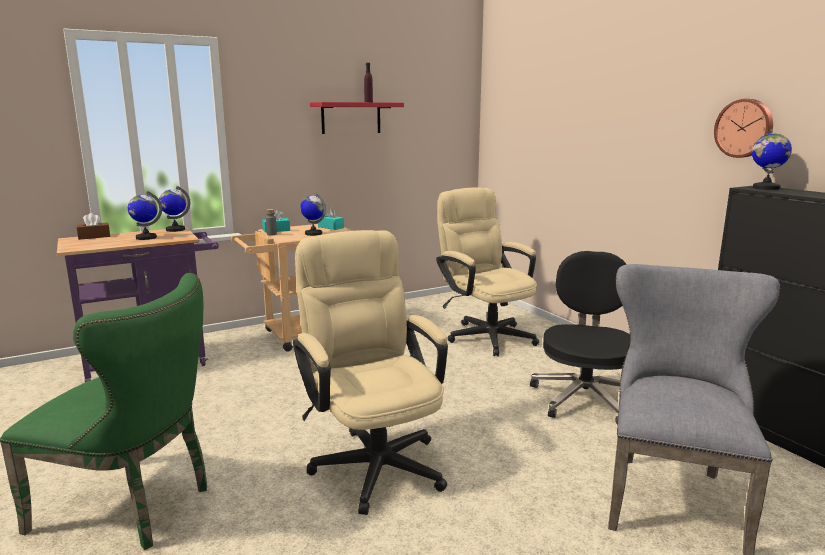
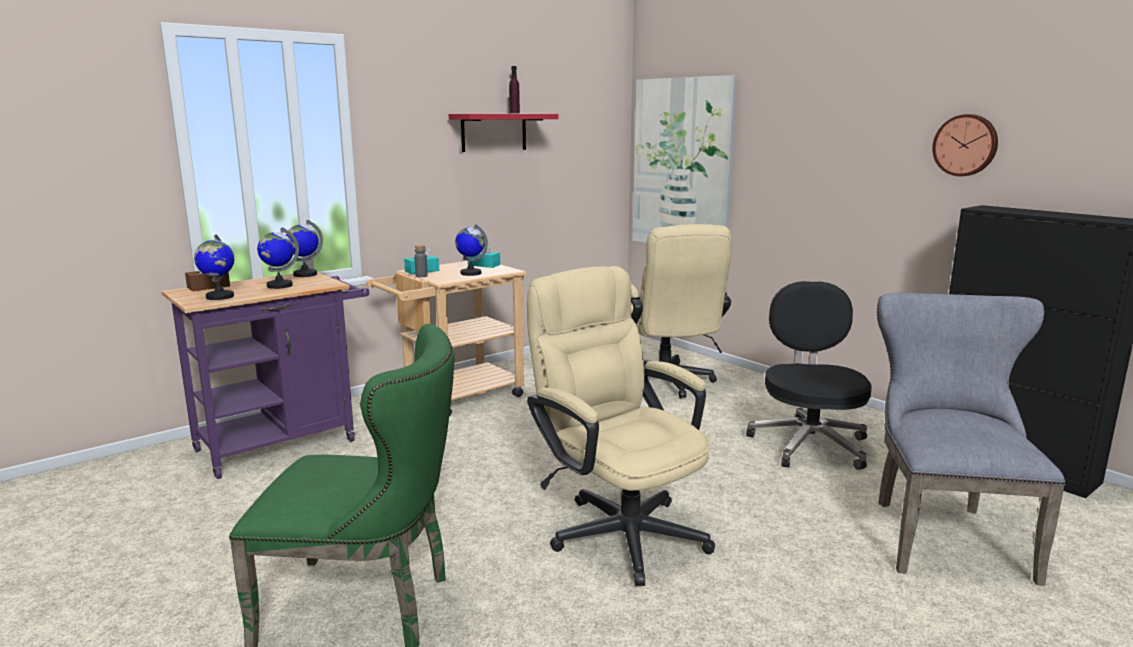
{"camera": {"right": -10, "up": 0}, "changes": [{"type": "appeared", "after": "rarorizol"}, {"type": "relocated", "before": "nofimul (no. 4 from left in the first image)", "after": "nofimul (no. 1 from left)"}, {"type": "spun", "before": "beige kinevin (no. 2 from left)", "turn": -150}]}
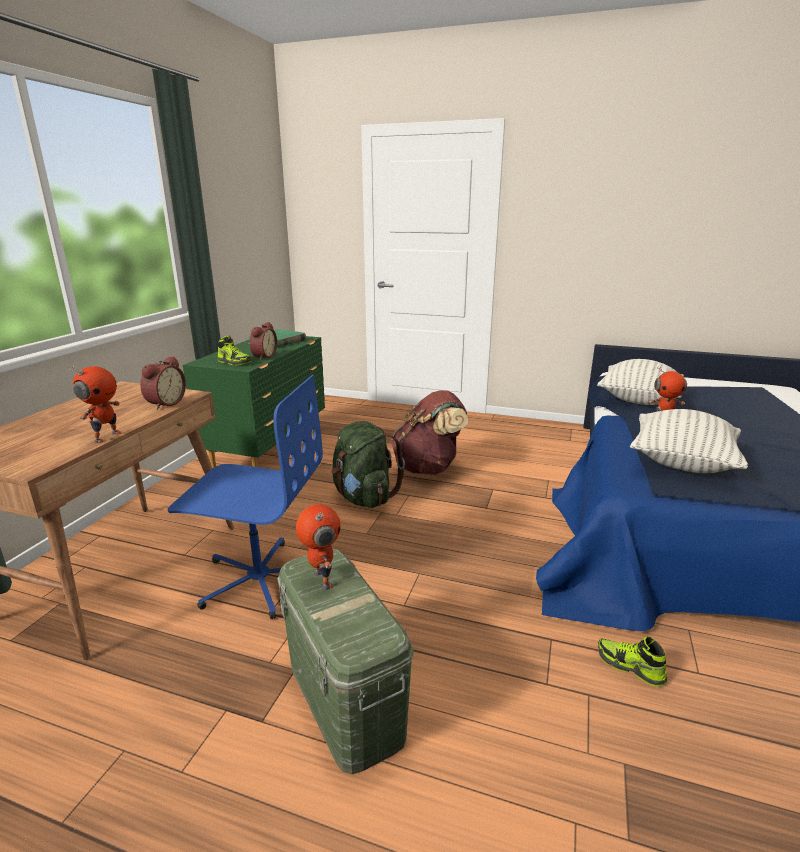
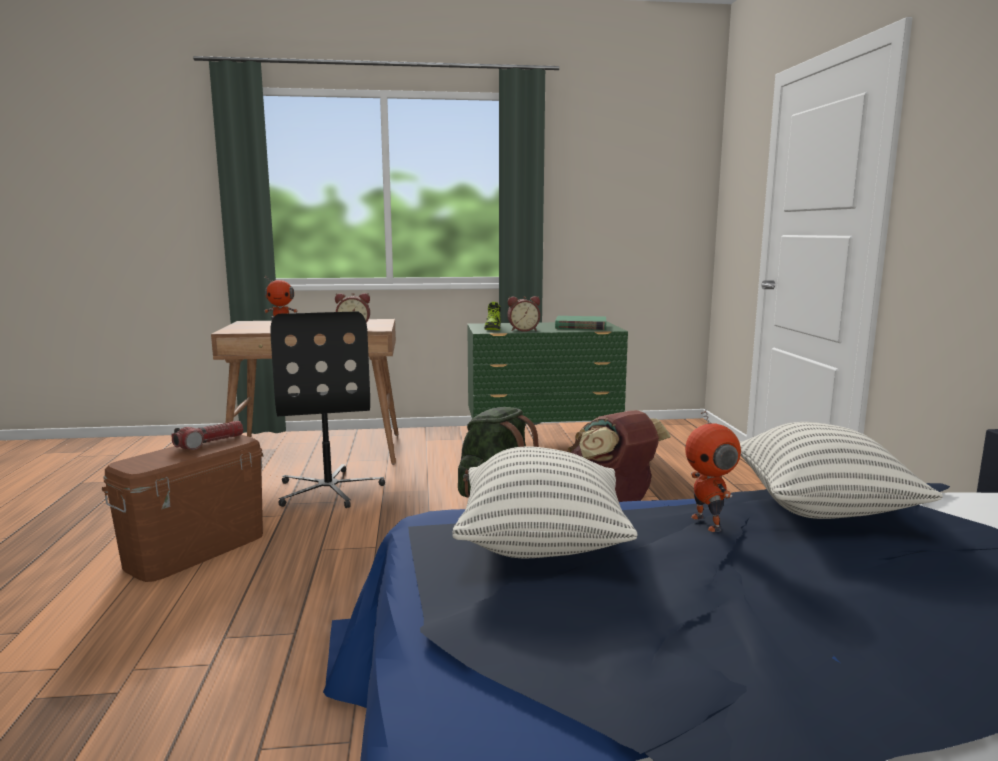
{"camera": {"right": 65, "up": -10}, "changes": [{"type": "missing", "before": "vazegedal (no. 2 from left)"}, {"type": "exchanged", "before": "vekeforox (no. 2 from left)", "after": "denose"}, {"type": "colour", "before": "blue kinevin", "after": "black kinevin"}, {"type": "colour", "before": "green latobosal", "after": "brown latobosal"}]}
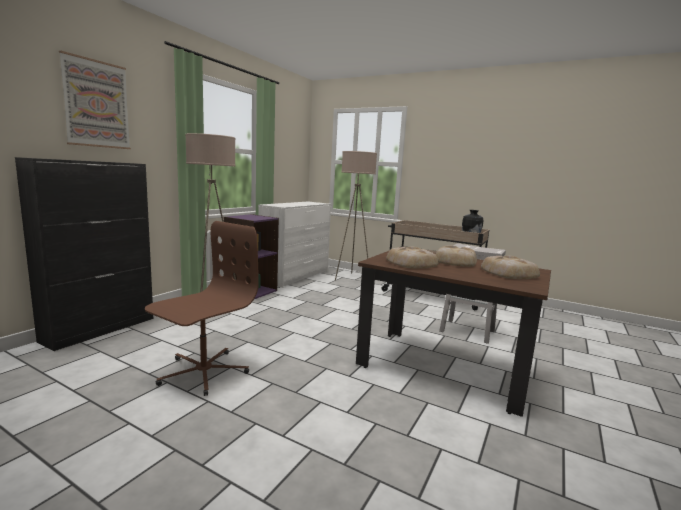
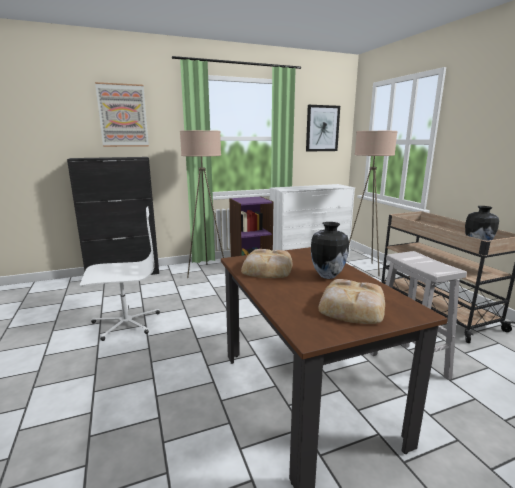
{"camera": {"right": 40, "up": 5}, "changes": [{"type": "appeared", "after": "rarorizol (no. 2 from left)"}, {"type": "exchanged", "before": "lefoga (no. 2 from left)", "after": "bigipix (no. 1 from left)"}, {"type": "colour", "before": "brown kinevin", "after": "white kinevin"}]}
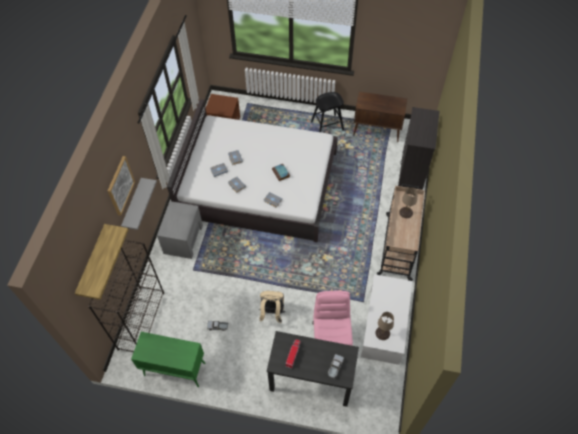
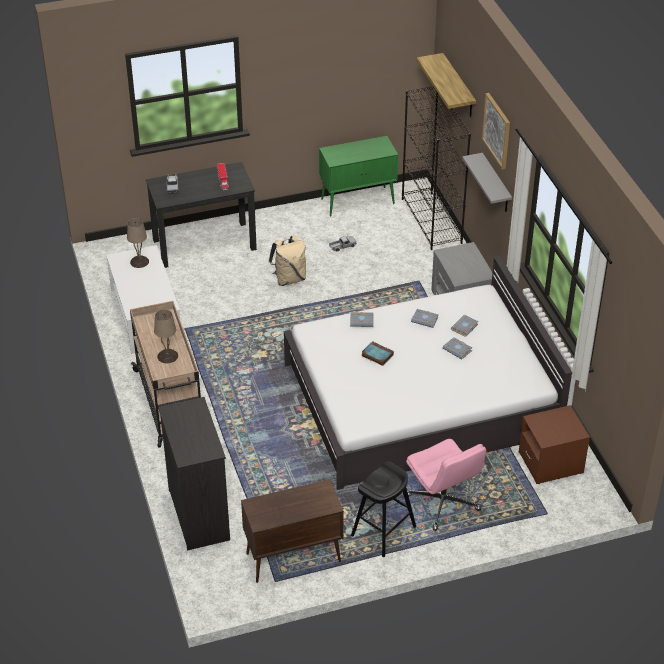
{"camera": {"right": 150, "up": -15}, "changes": [{"type": "relocated", "before": "pink kinevin"}]}
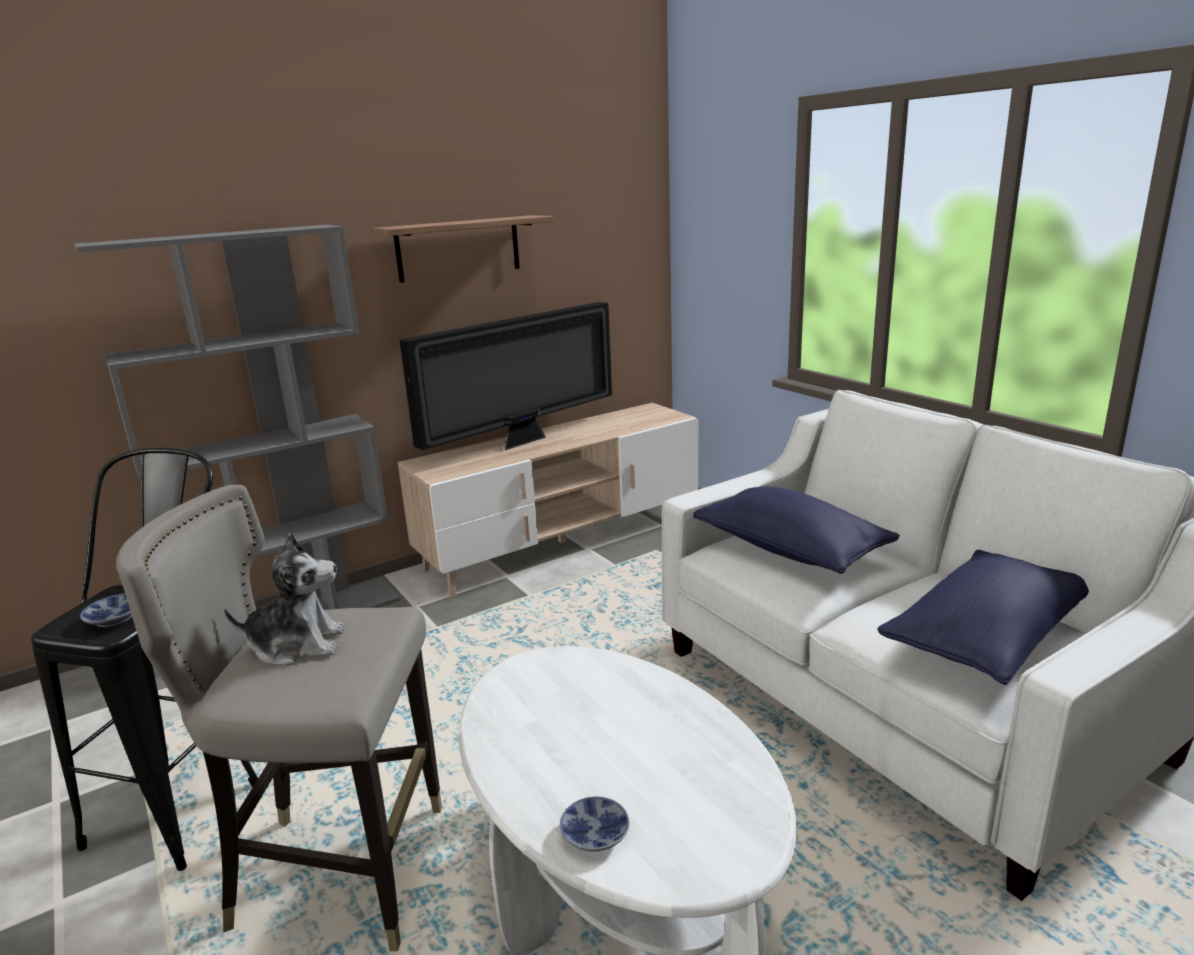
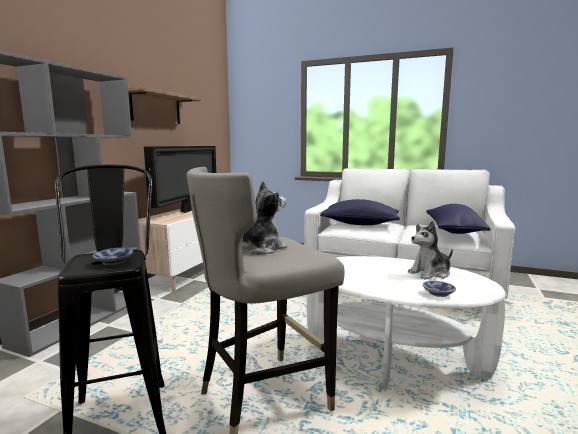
{"camera": {"right": -35, "up": -10}, "changes": [{"type": "appeared", "after": "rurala (no. 2 from left)"}]}
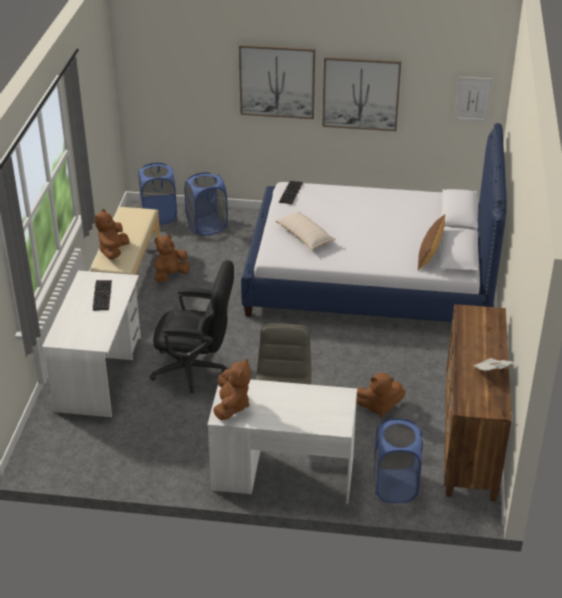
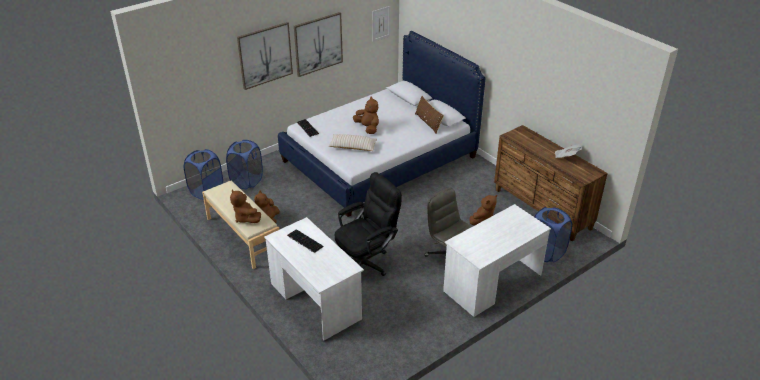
{"camera": {"right": -45, "up": 0}, "changes": [{"type": "relocated", "before": "brown rurala (no. 3 from left)"}]}
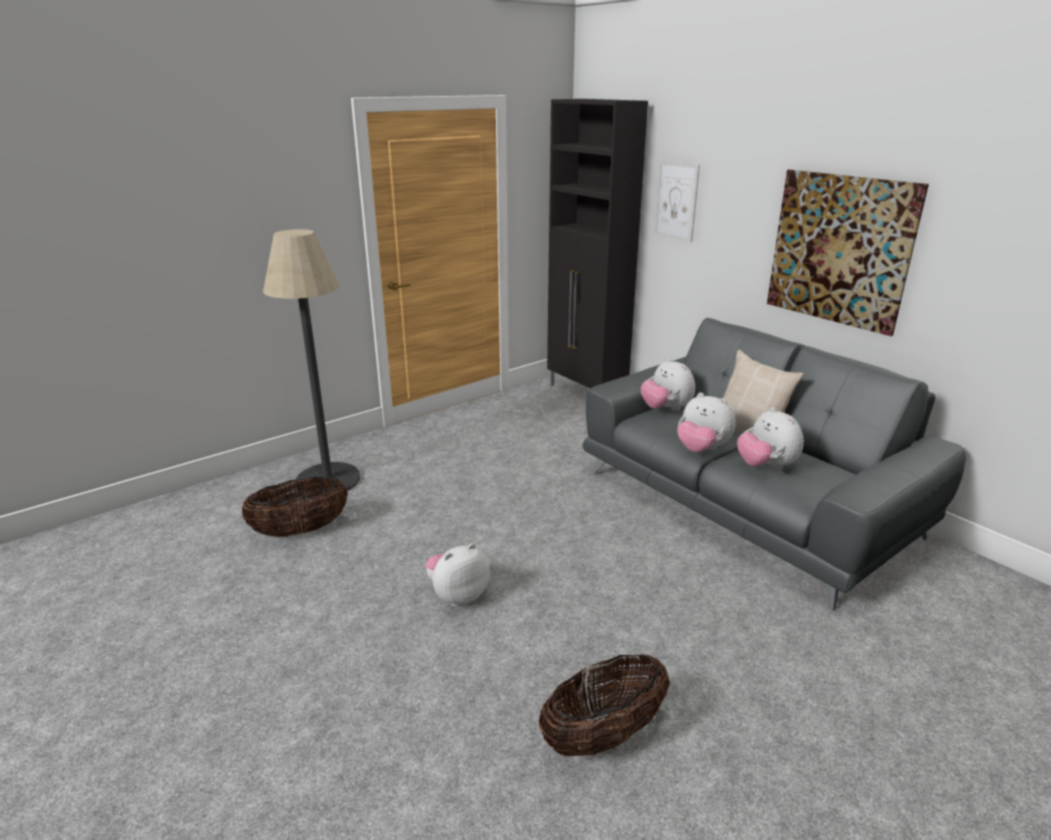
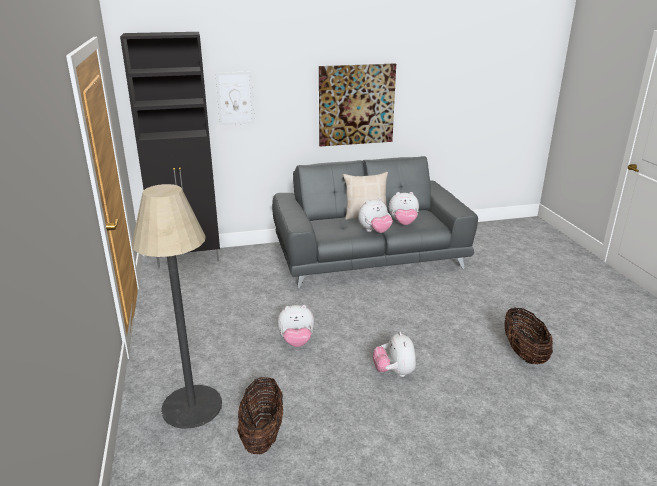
{"camera": {"right": -65, "up": 0}, "changes": [{"type": "relocated", "before": "rurala (no. 2 from left in the first image)", "after": "rurala (no. 1 from left)"}]}
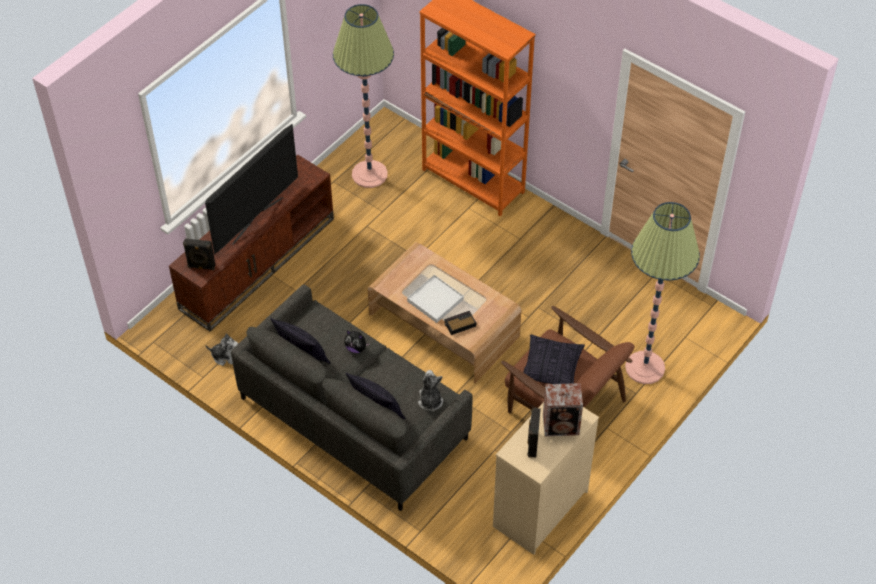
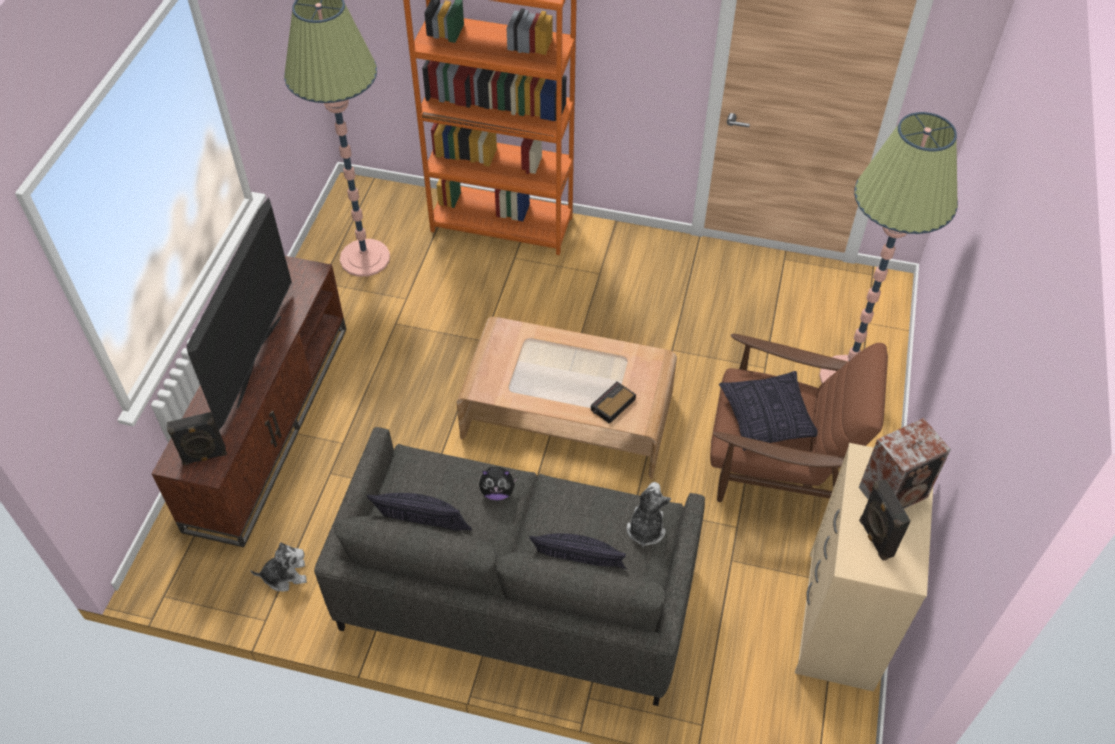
{"camera": {"right": -25, "up": 0}, "changes": [{"type": "missing", "before": "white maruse"}, {"type": "spun", "before": "rurala (no. 3 from left)", "turn": 45}]}
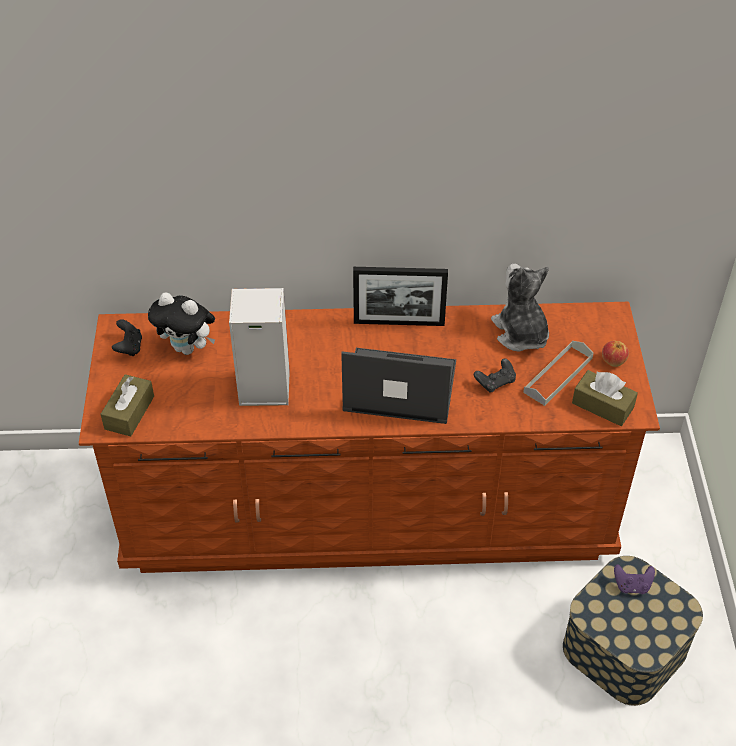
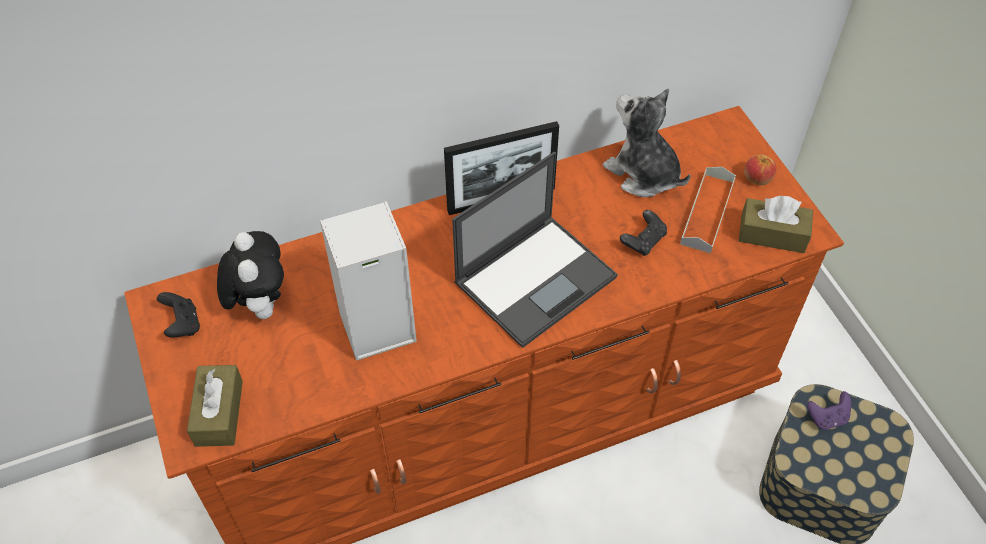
{"camera": {"right": -20, "up": 5}, "changes": [{"type": "spun", "before": "rurala (no. 1 from left)", "turn": -105}, {"type": "spun", "before": "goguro", "turn": 150}]}
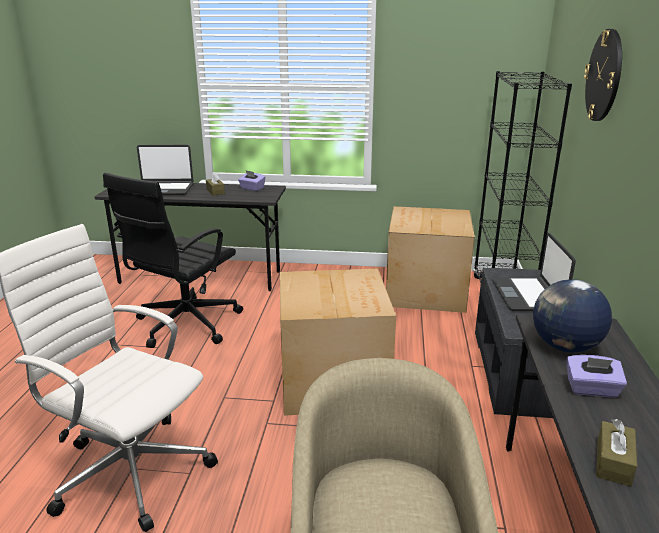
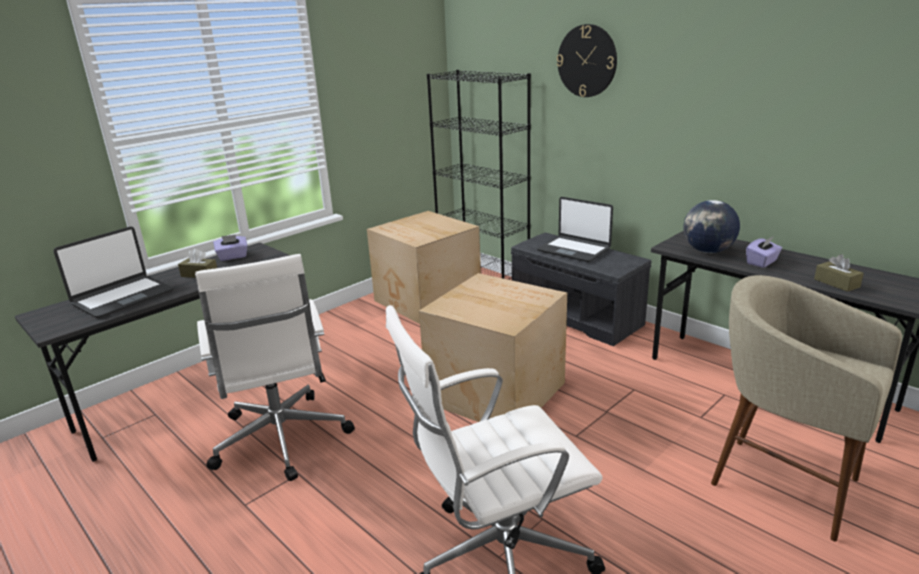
{"camera": {"right": -50, "up": 0}, "changes": [{"type": "colour", "before": "black kinevin", "after": "white kinevin (no. 1 from left)"}]}
